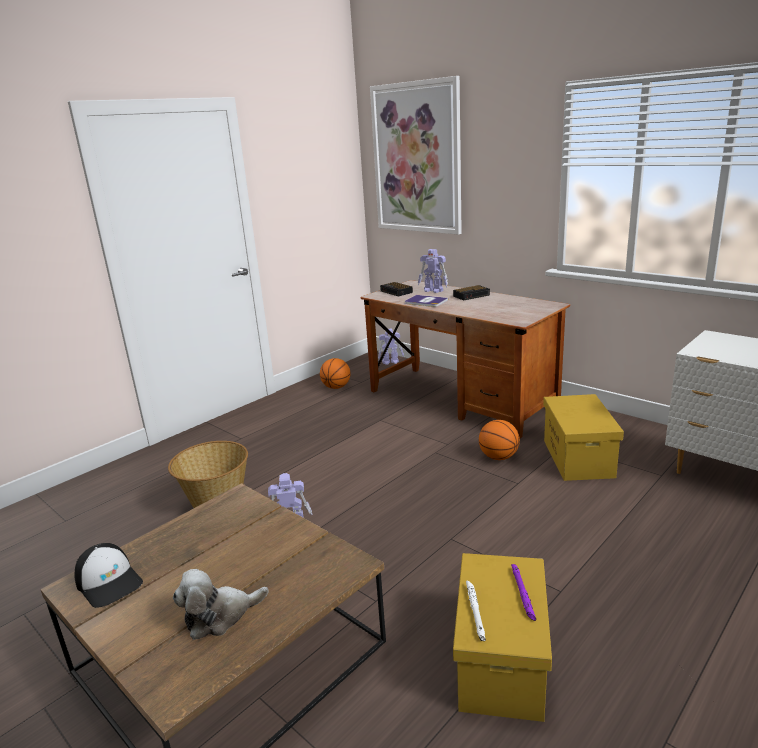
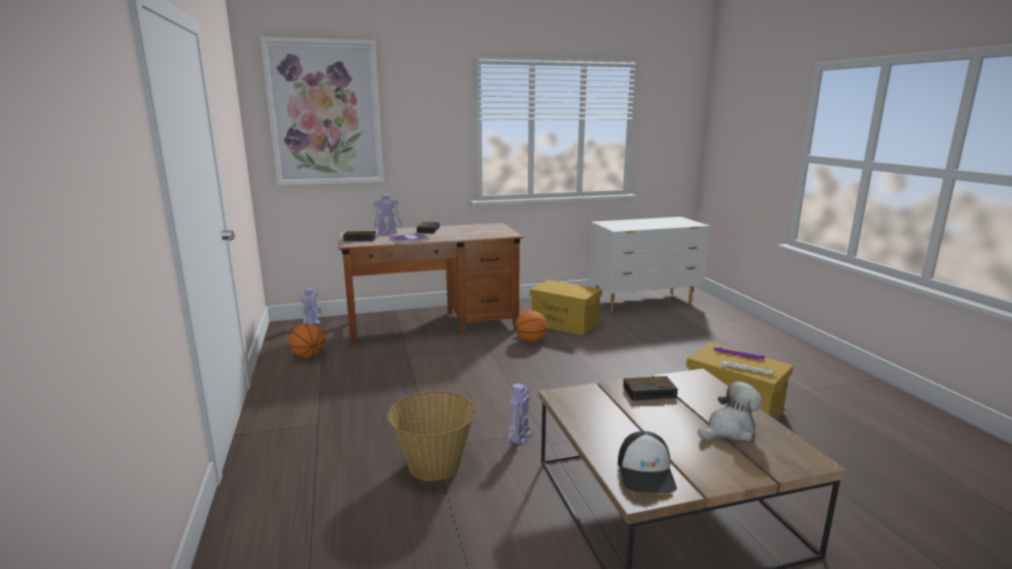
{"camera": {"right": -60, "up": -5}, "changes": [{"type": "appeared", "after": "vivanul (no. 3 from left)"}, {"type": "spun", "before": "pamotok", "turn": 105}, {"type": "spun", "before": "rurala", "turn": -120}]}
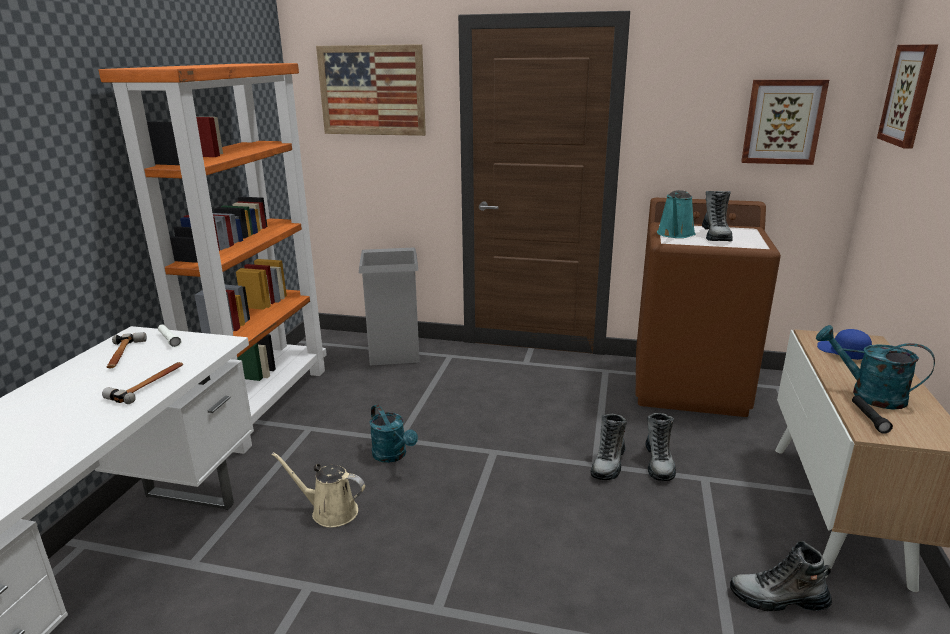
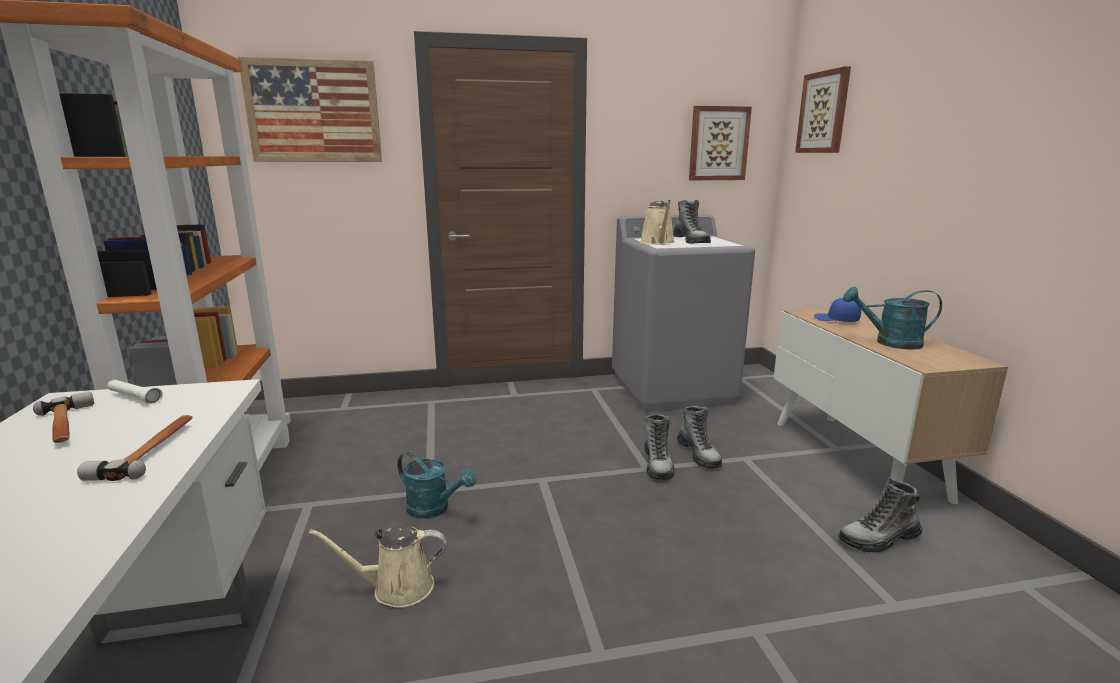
{"camera": {"right": -25, "up": -5}, "changes": [{"type": "missing", "before": "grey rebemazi"}, {"type": "missing", "before": "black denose"}, {"type": "colour", "before": "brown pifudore", "after": "grey pifudore"}, {"type": "colour", "before": "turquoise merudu (no. 2 from left)", "after": "beige merudu (no. 2 from left)"}]}
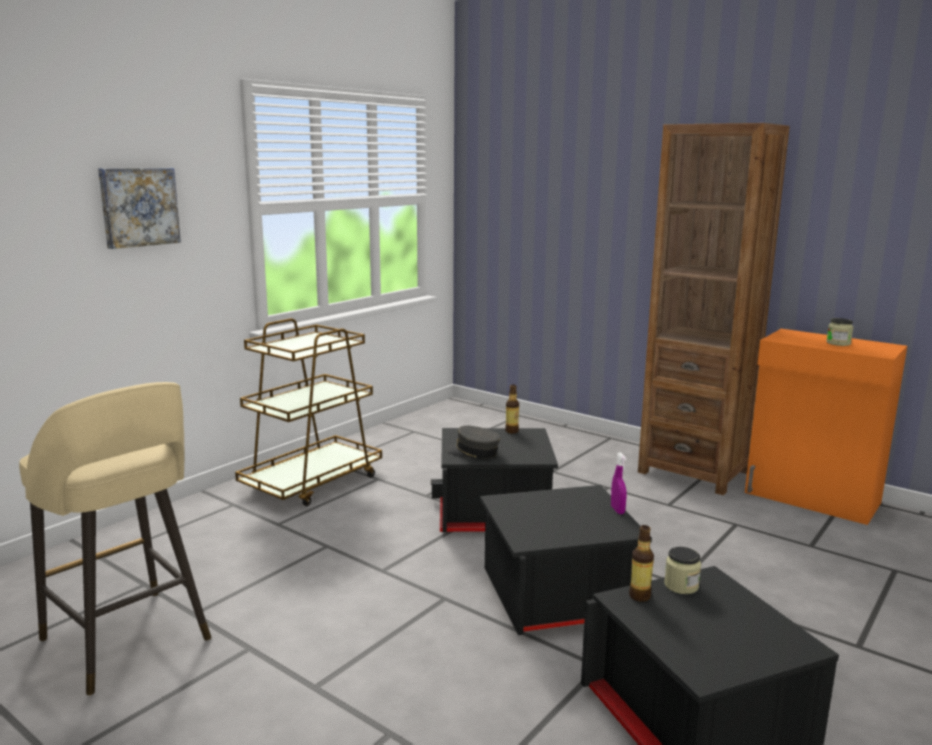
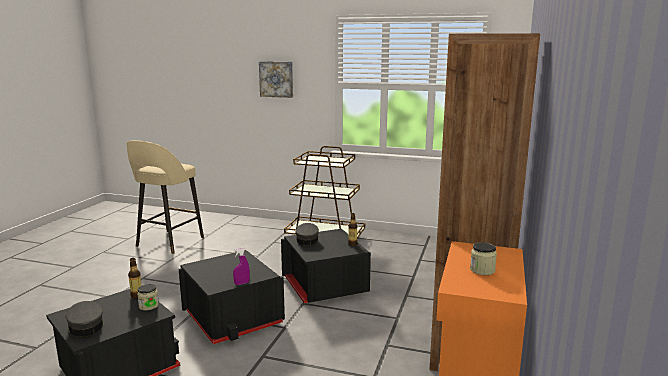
{"camera": {"right": 70, "up": 0}, "changes": [{"type": "appeared", "after": "grey pamotok (no. 1 from left)"}]}
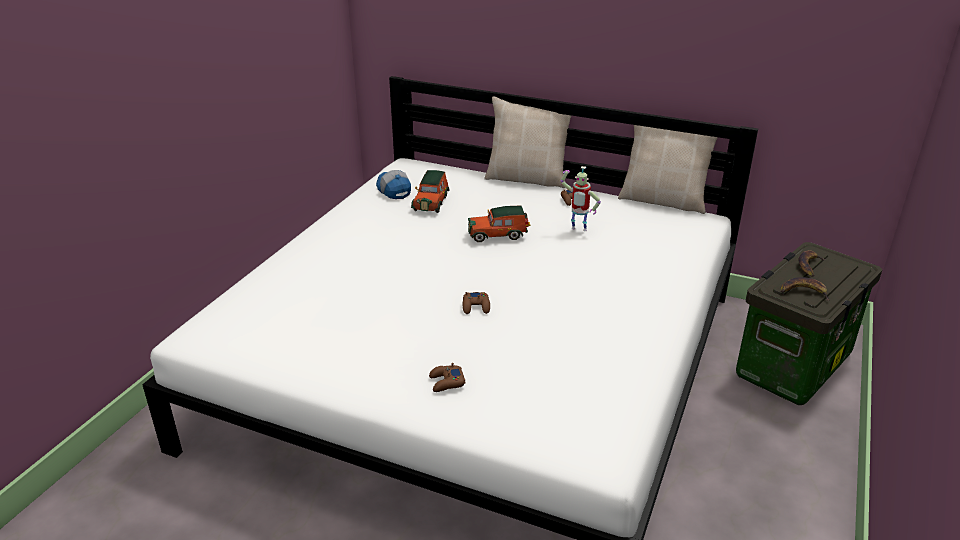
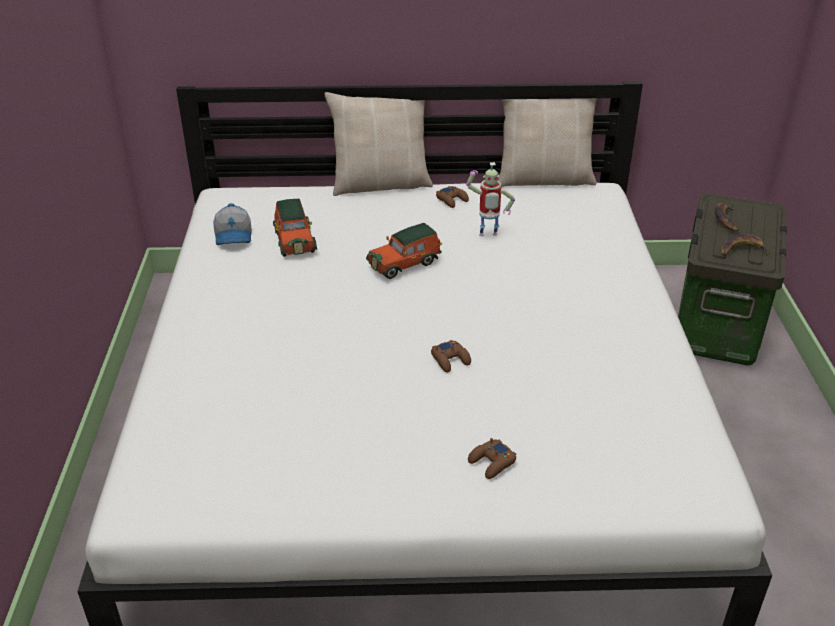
{"camera": {"right": -25, "up": 5}, "changes": [{"type": "spun", "before": "pamotok", "turn": -135}]}
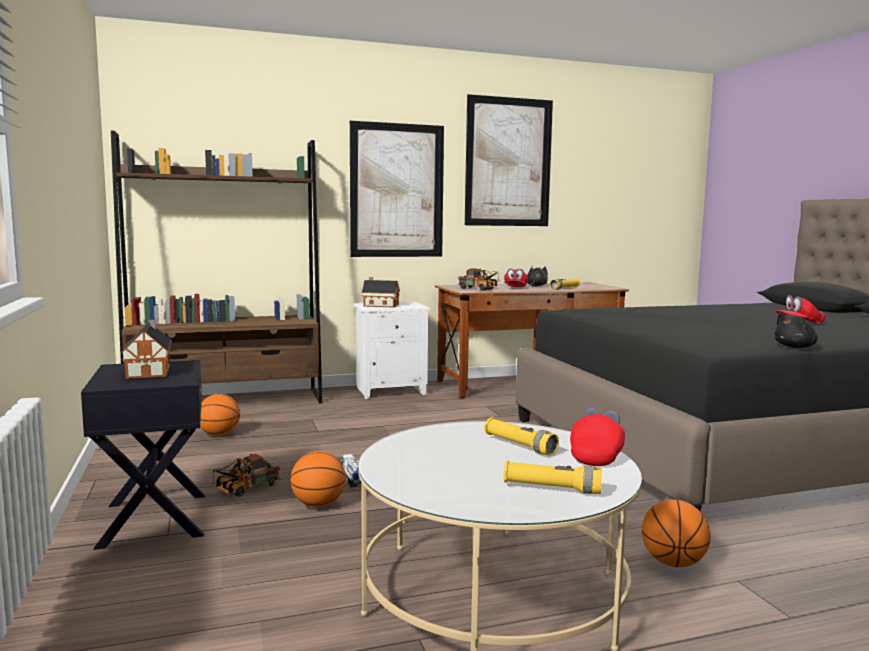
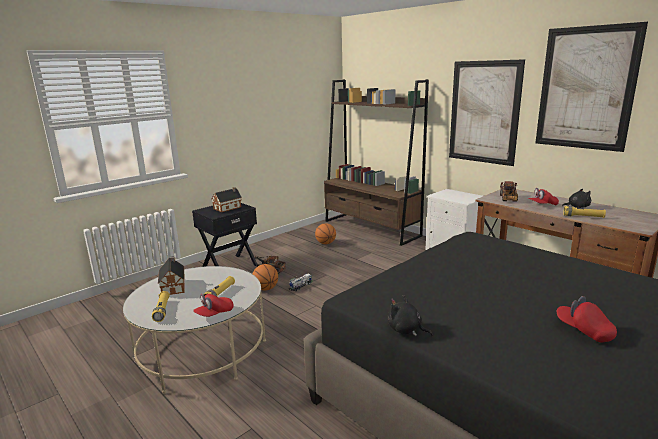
{"camera": {"right": 65, "up": 10}, "changes": [{"type": "missing", "before": "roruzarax (no. 3 from left)"}, {"type": "relocated", "before": "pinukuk (no. 2 from left in the first image)", "after": "pinukuk (no. 1 from left)"}, {"type": "spun", "before": "red pamotok (no. 2 from left in the first image)", "turn": 135}]}
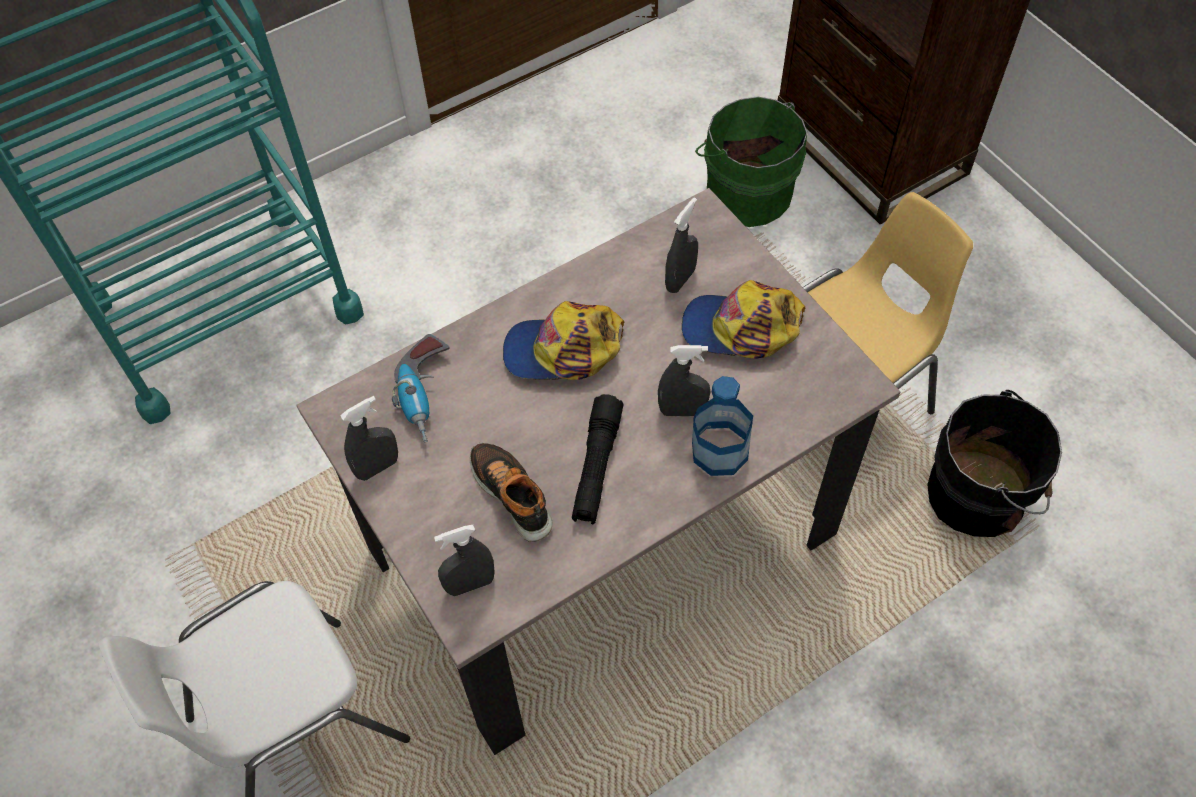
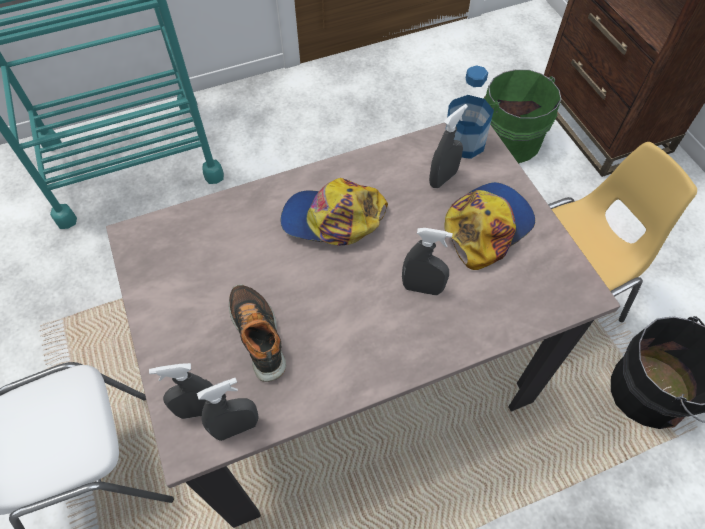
{"camera": {"right": 10, "up": 0}, "changes": [{"type": "missing", "before": "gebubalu"}, {"type": "missing", "before": "black denose"}, {"type": "relocated", "before": "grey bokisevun (no. 1 from left in the first image)", "after": "grey bokisevun (no. 2 from left)"}, {"type": "relocated", "before": "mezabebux"}, {"type": "spun", "before": "pamotok (no. 2 from left)", "turn": 120}]}
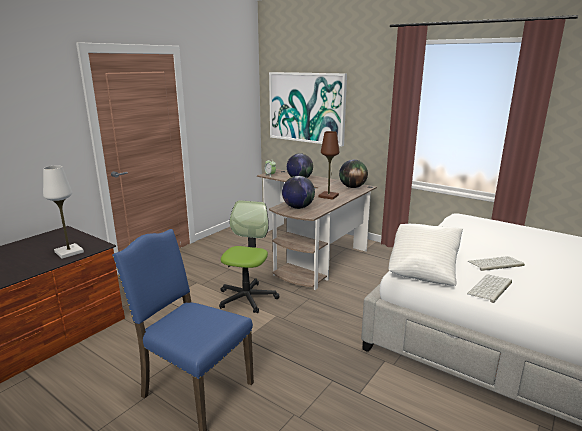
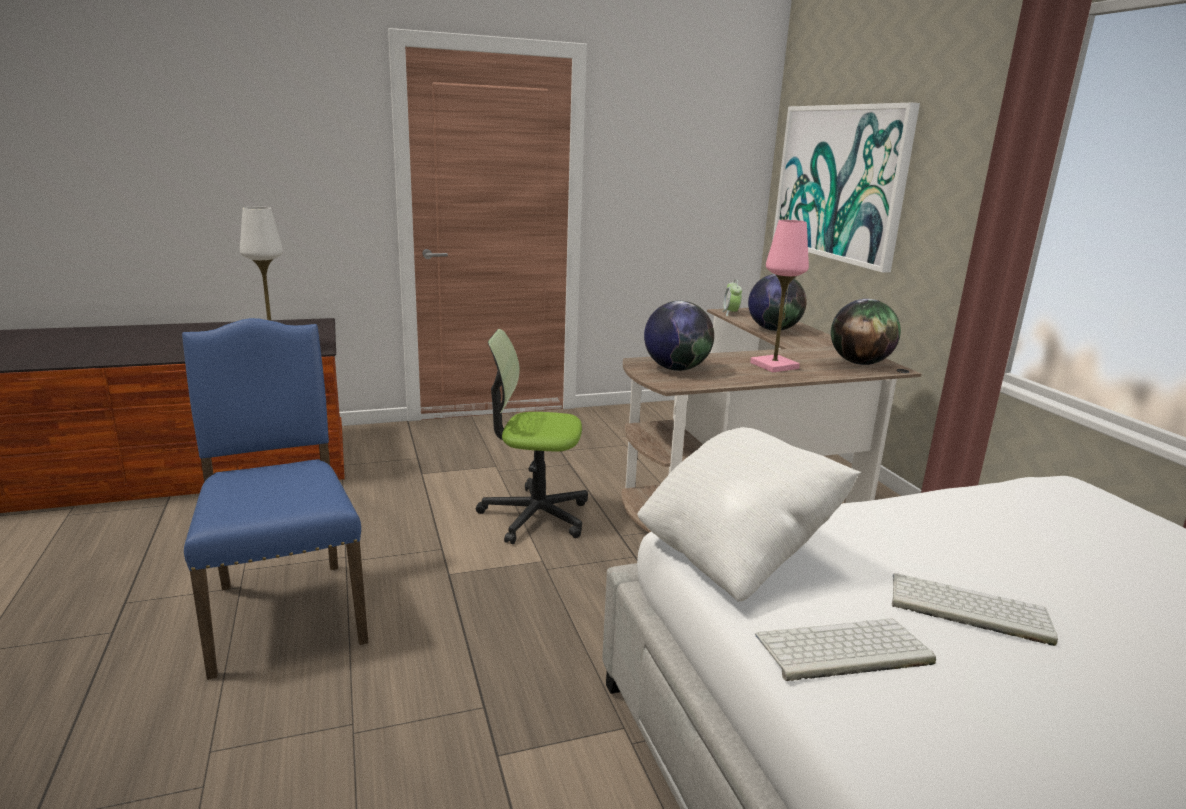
{"camera": {"right": 35, "up": 0}, "changes": [{"type": "colour", "before": "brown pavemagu", "after": "pink pavemagu"}, {"type": "spun", "before": "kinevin", "turn": -135}]}
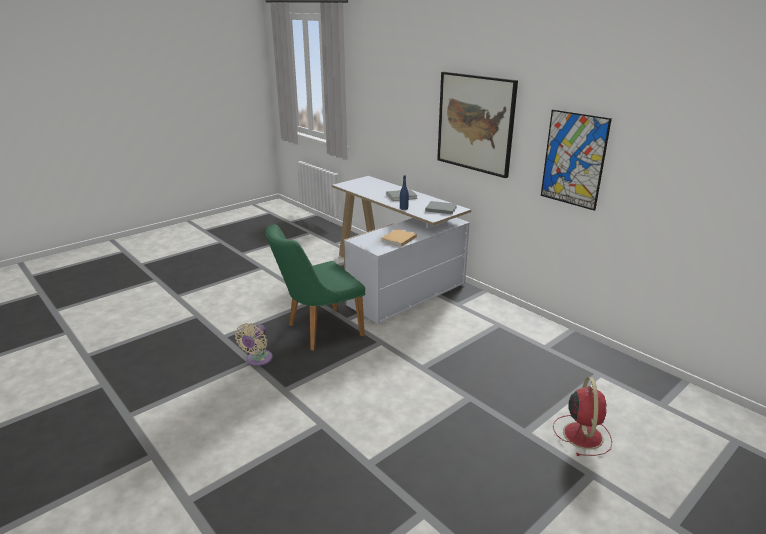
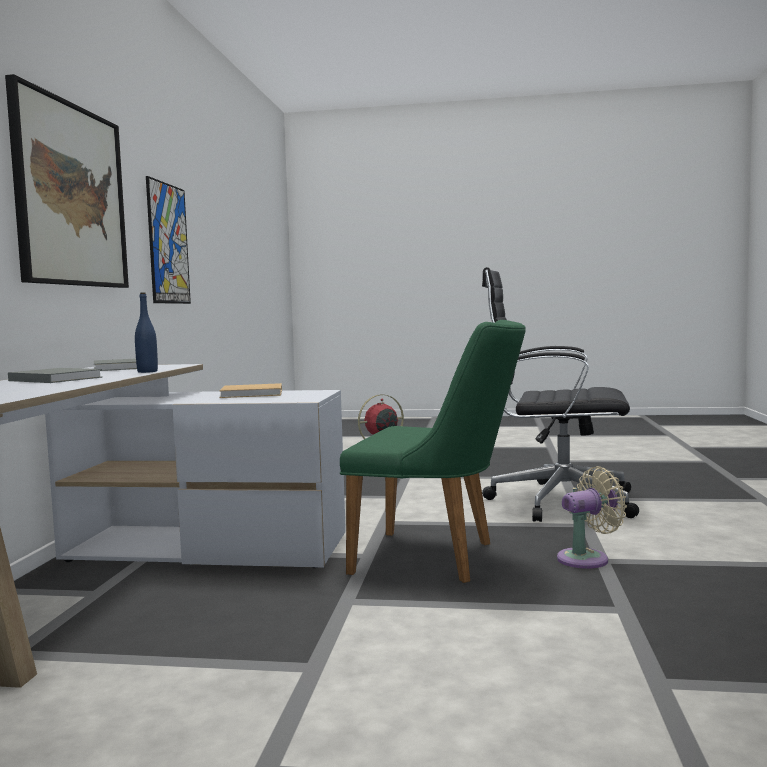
{"camera": {"right": -130, "up": -20}, "changes": [{"type": "appeared", "after": "black kinevin"}]}
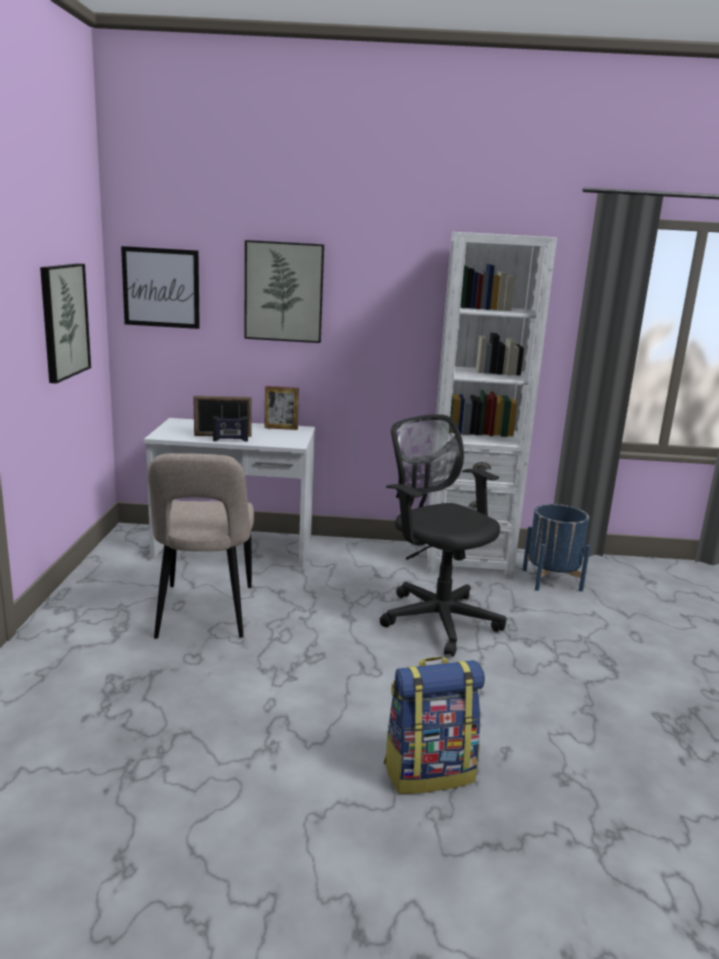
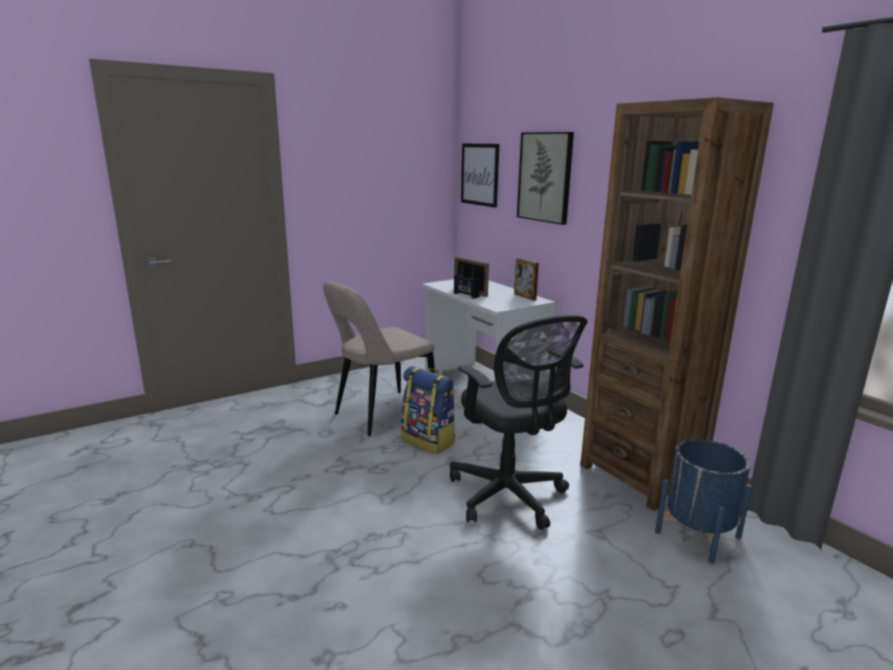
{"camera": {"right": 55, "up": 0}, "changes": [{"type": "missing", "before": "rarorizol (no. 1 from left)"}, {"type": "relocated", "before": "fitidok"}, {"type": "colour", "before": "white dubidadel", "after": "brown dubidadel"}, {"type": "spun", "before": "black kinevin", "turn": 135}]}
